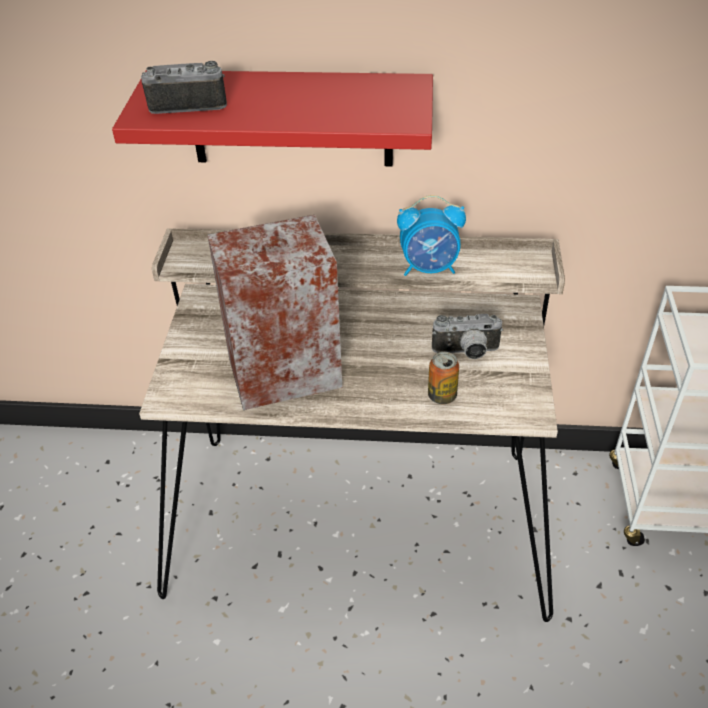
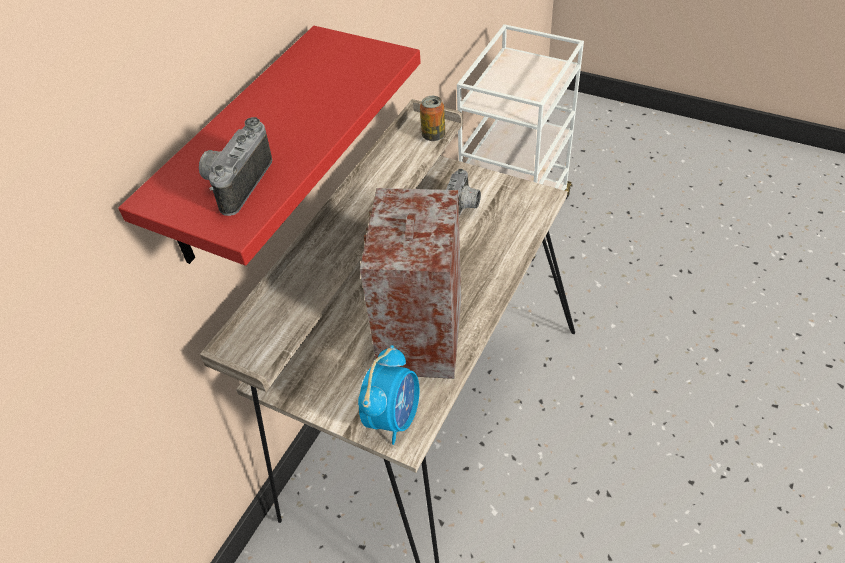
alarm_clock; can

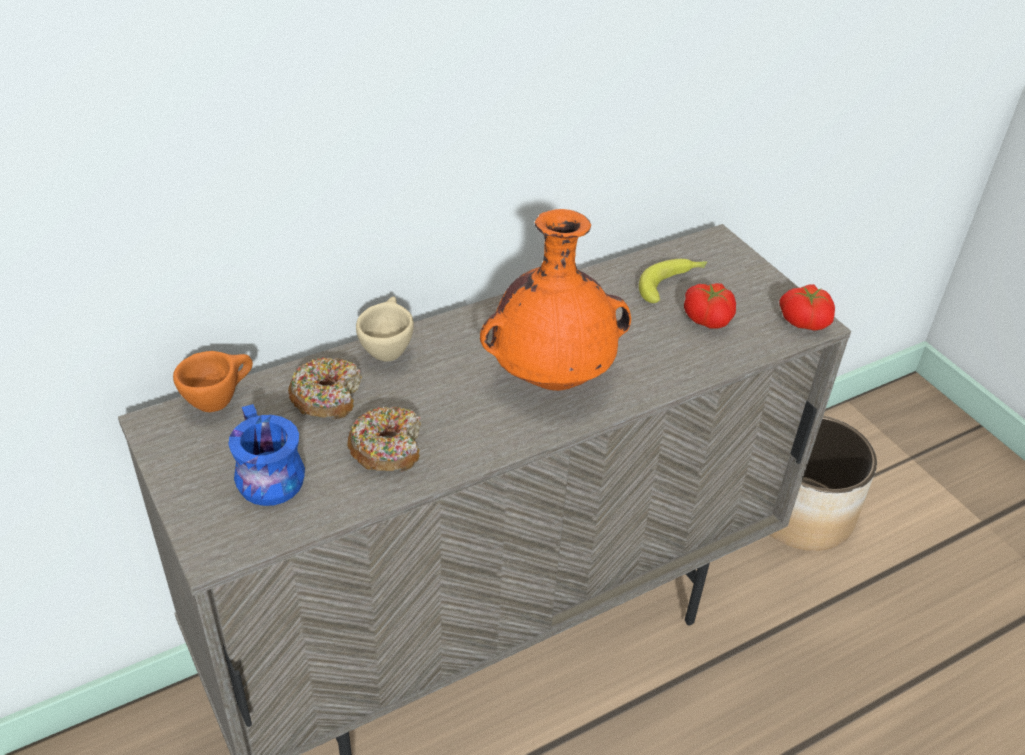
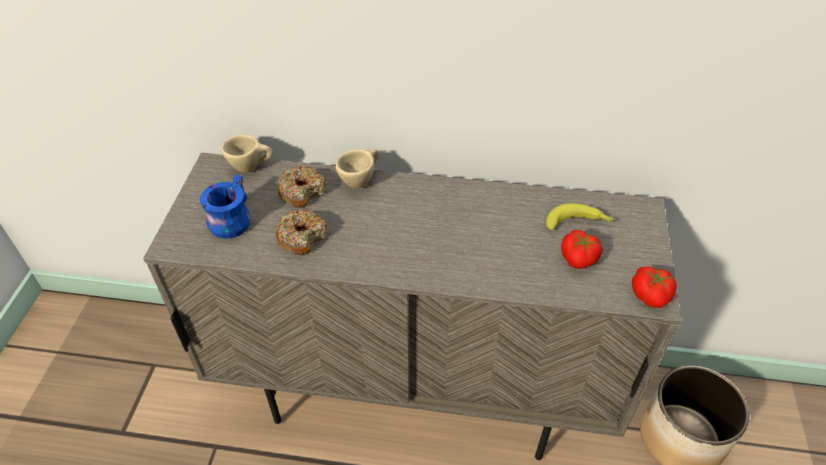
beige_cup (1st from left); orange_vase

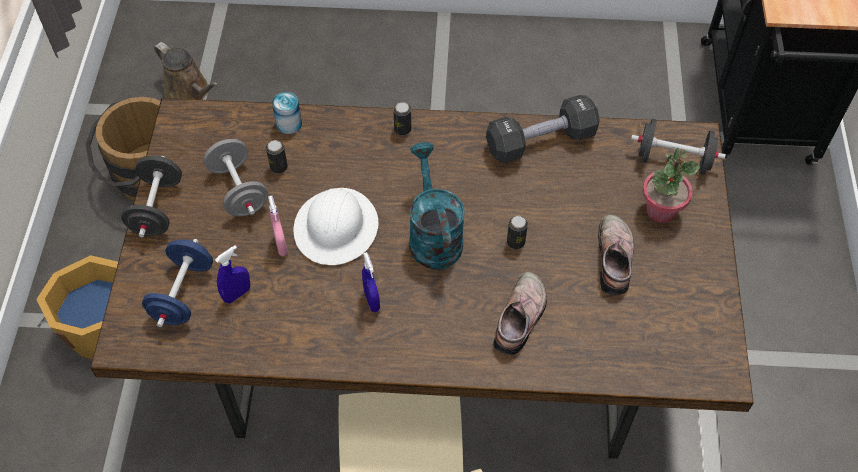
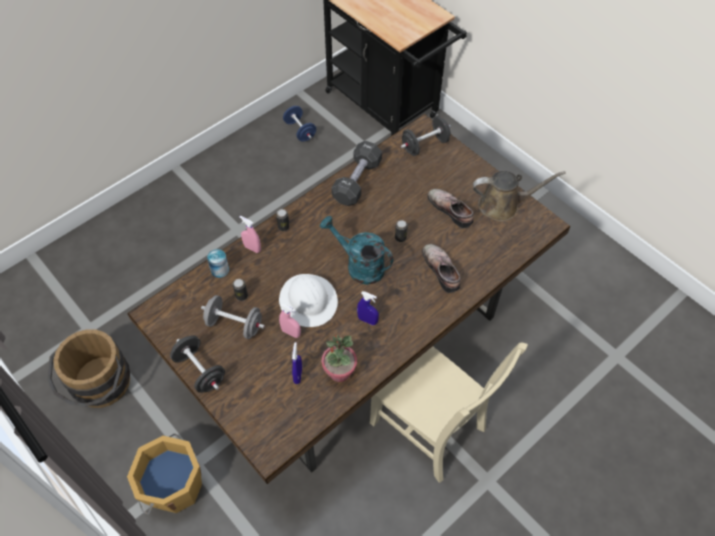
pink_spray_bottle (1st from left); blue_dumbbell; potted_plant; brown_watering_can

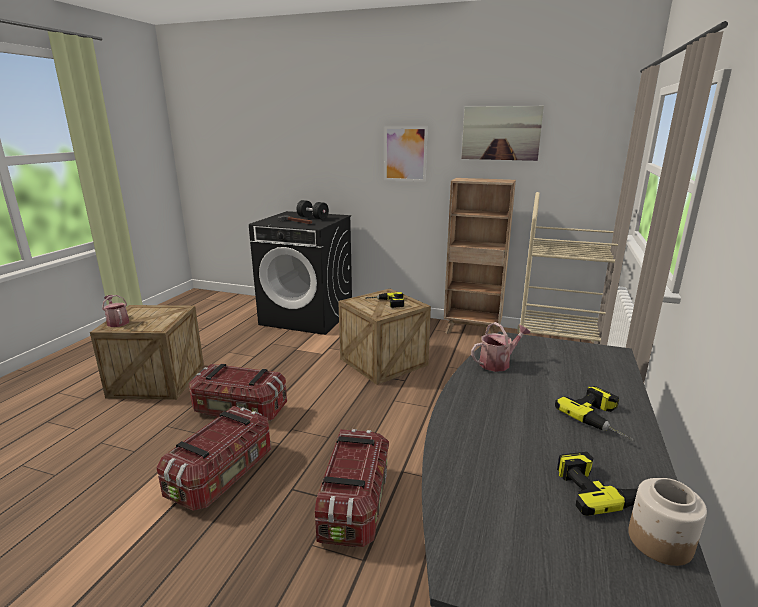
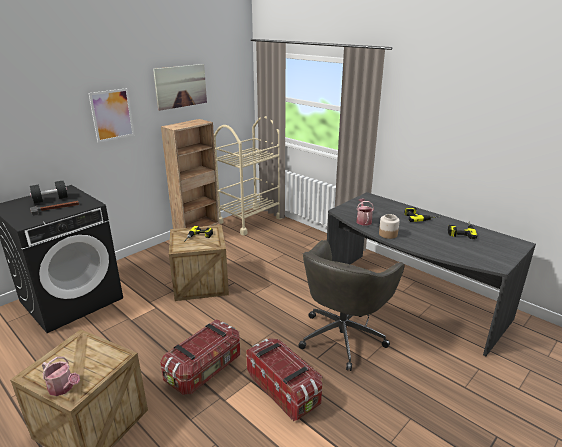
watering_can (1st from left); grey_office_chair; jar

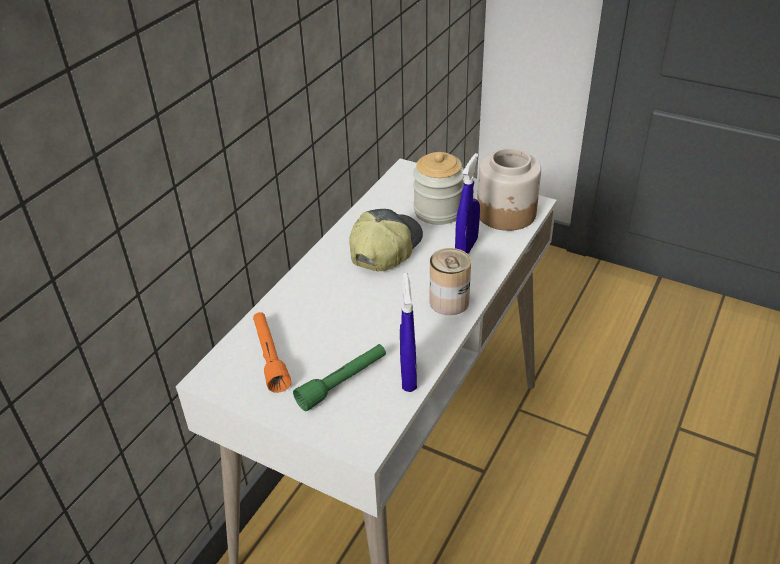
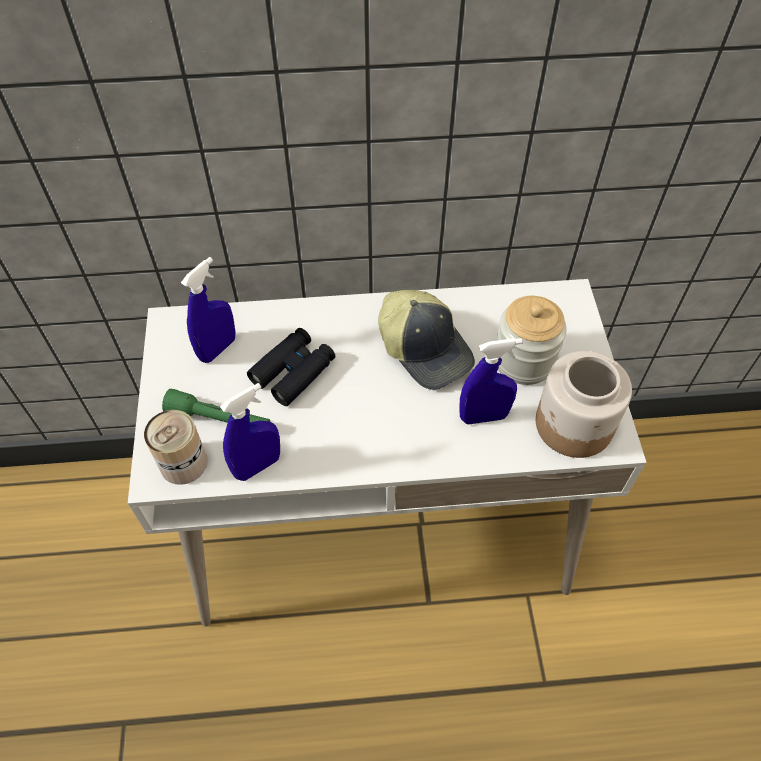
can; blue_spray_bottle (1st from left); black_binoculars; cap

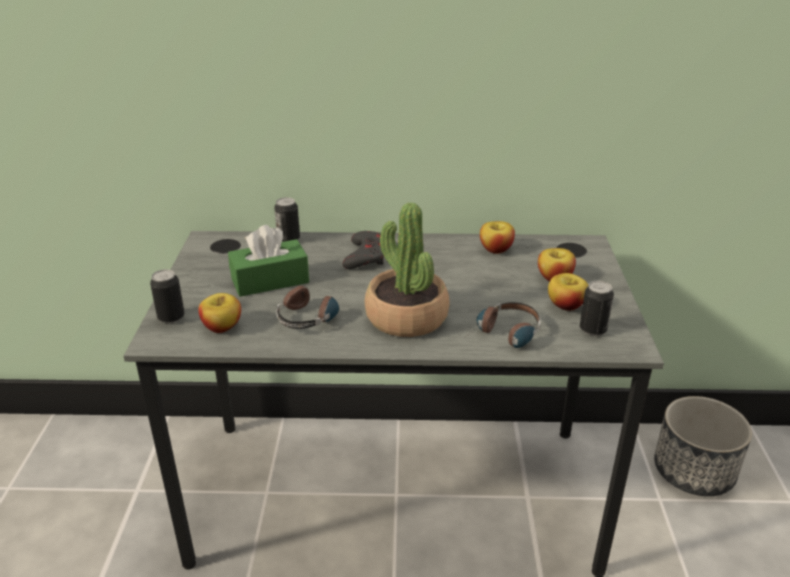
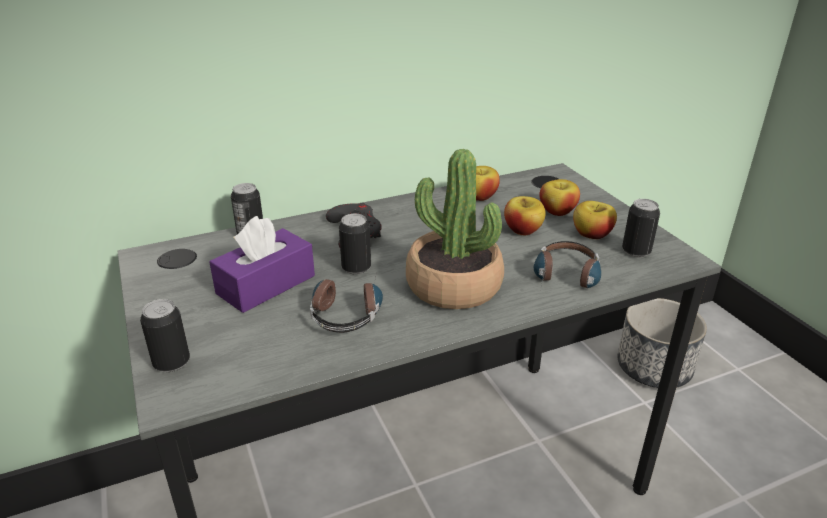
purple_tissue_box; can (3rd from left); apple (2nd from left)

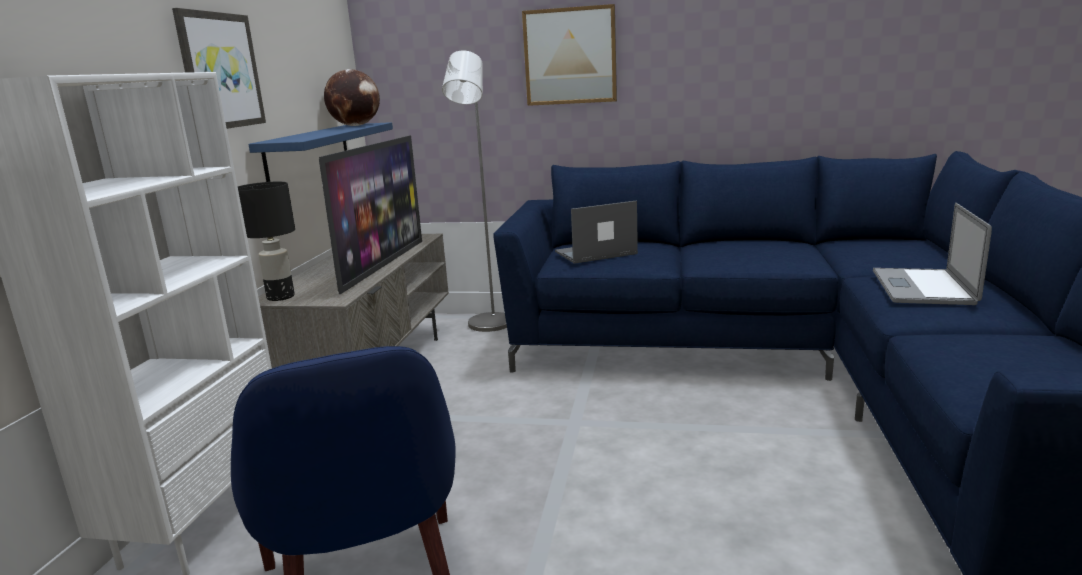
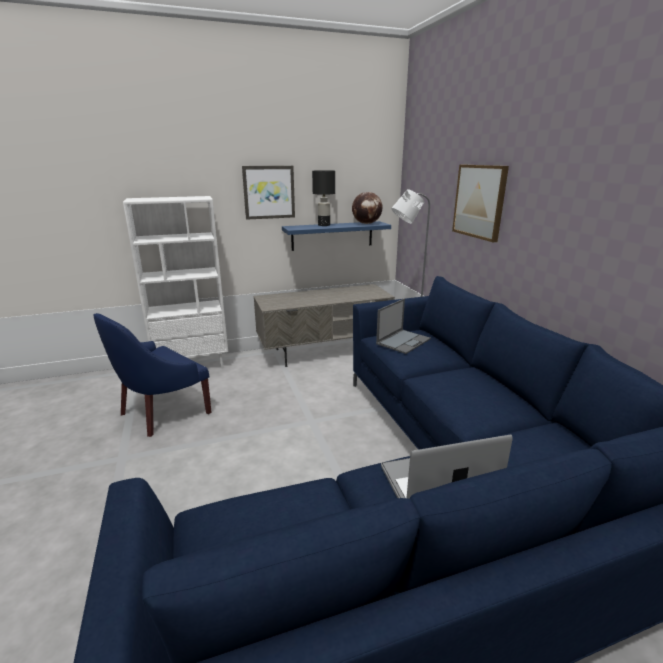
black_table_lamp; laptop (1st from left); television

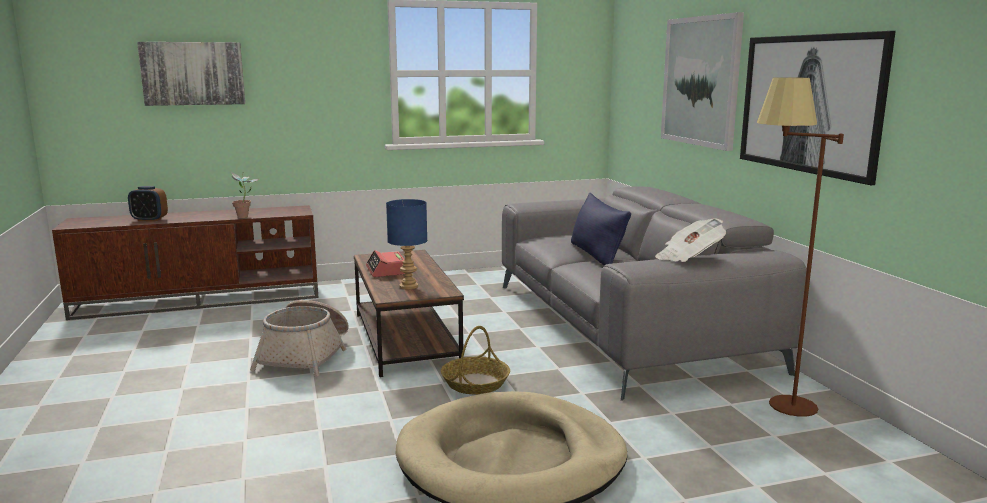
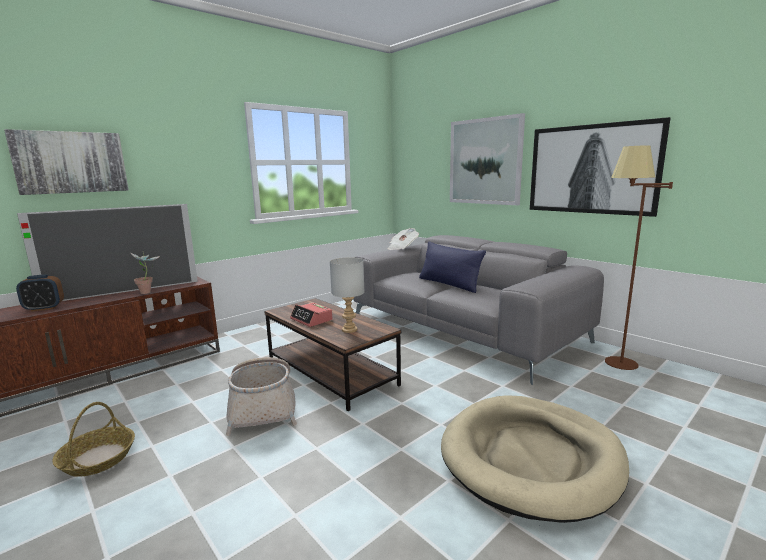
television; basket (1st from left); grey_table_lamp; newspaper

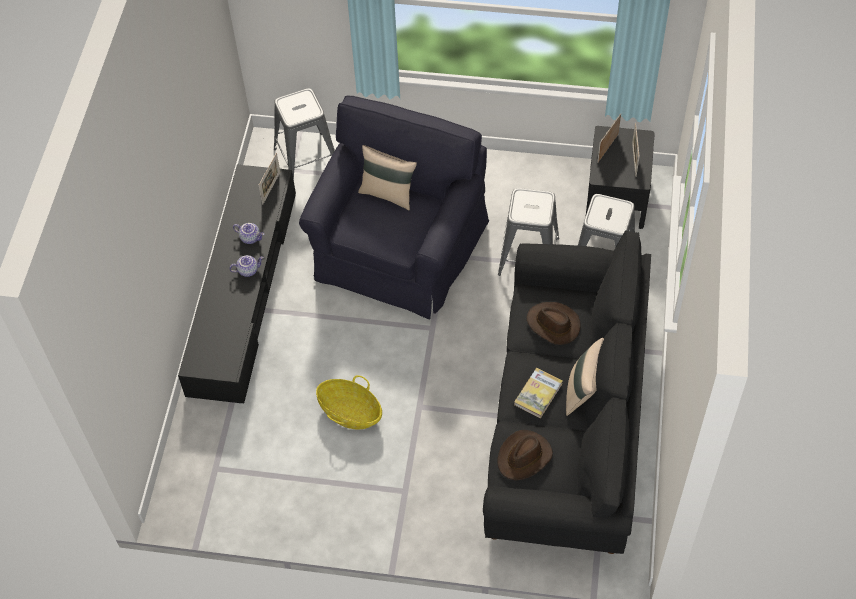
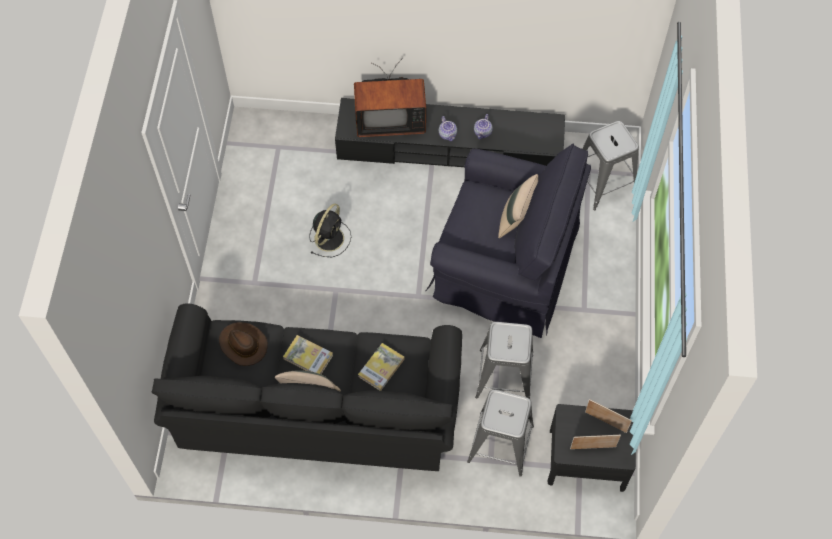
black_fan; television; book (2nd from left); picture_frame (1st from left in the first image)

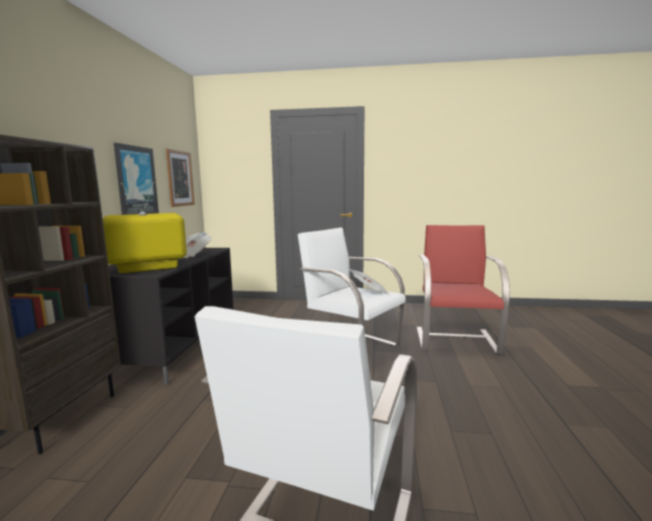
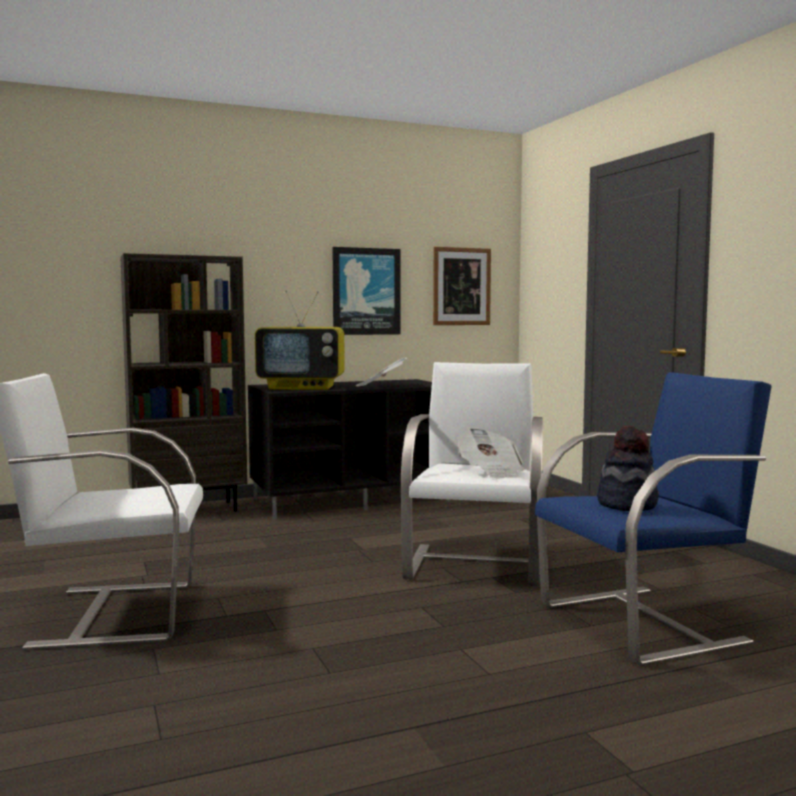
television; blue_armchair; hat

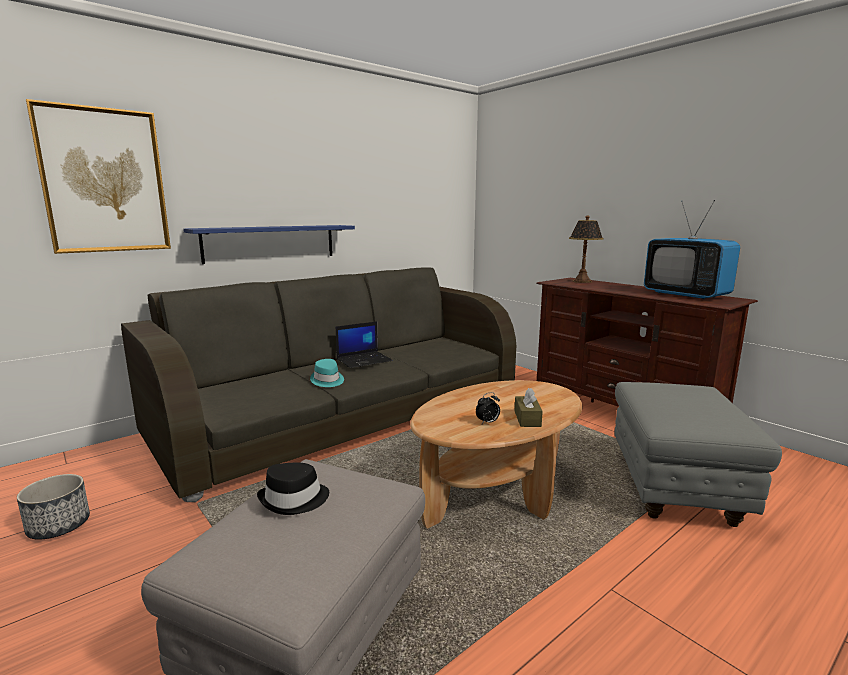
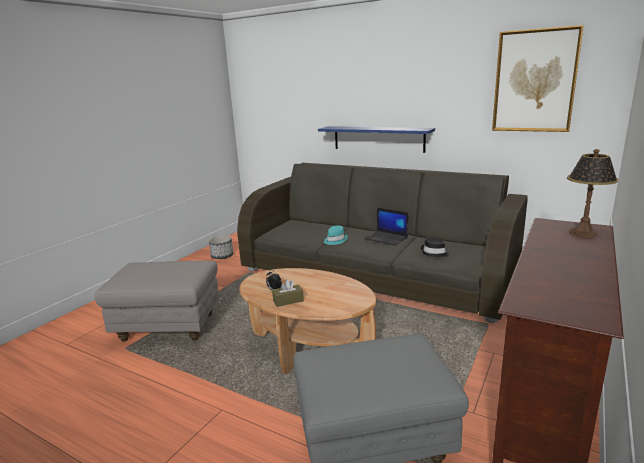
black_hat; picture; television

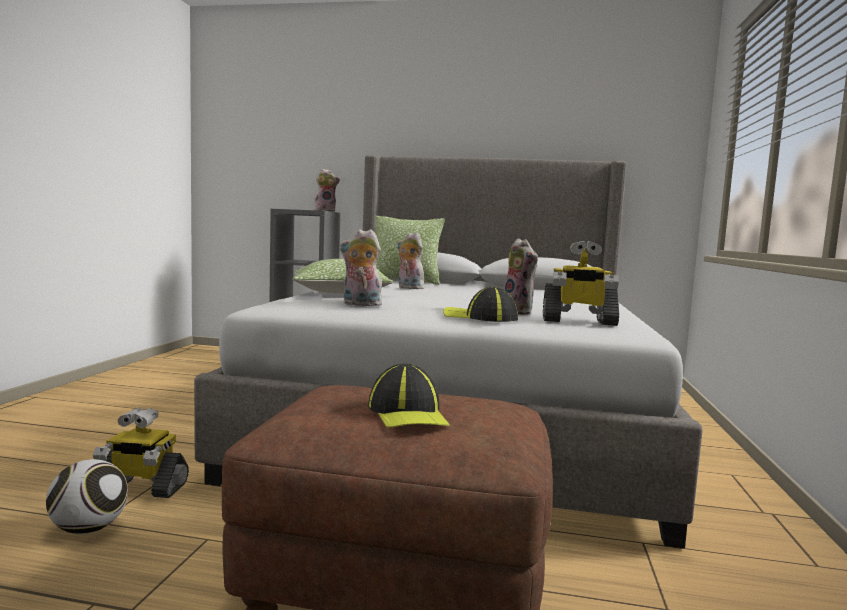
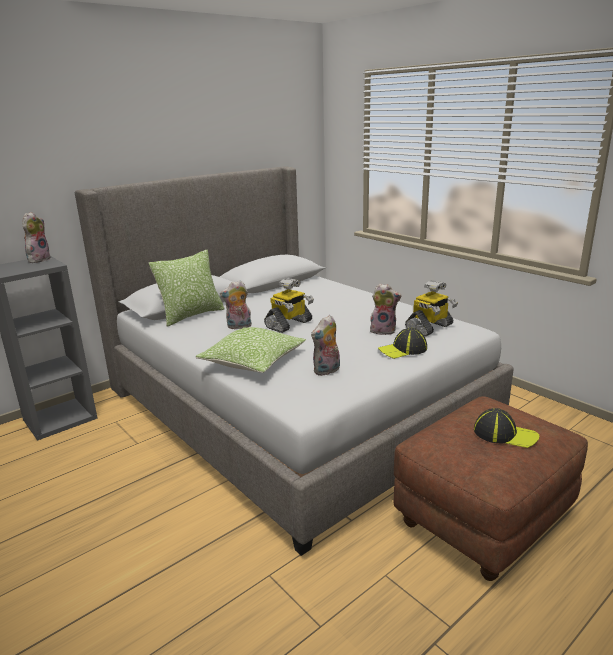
toy_robot (1st from left); football

